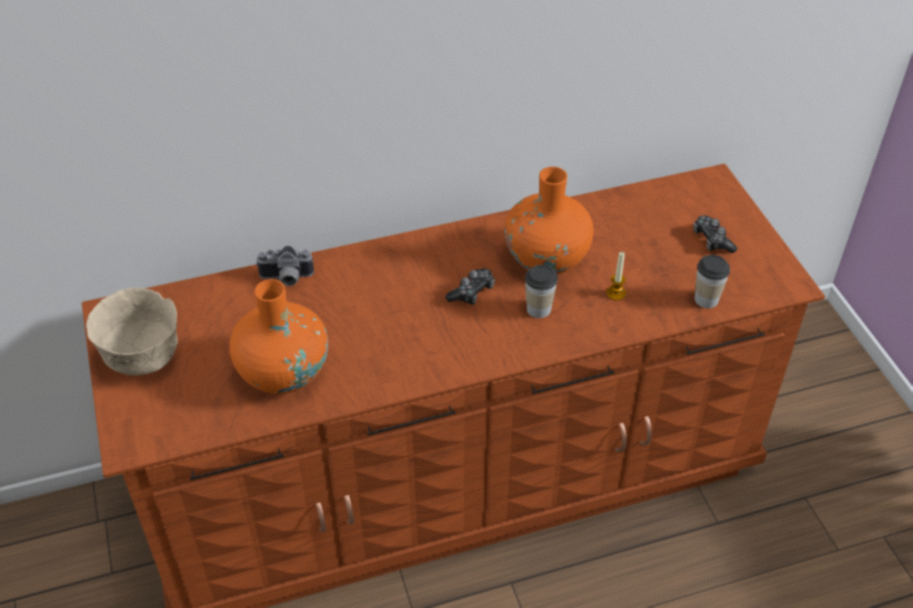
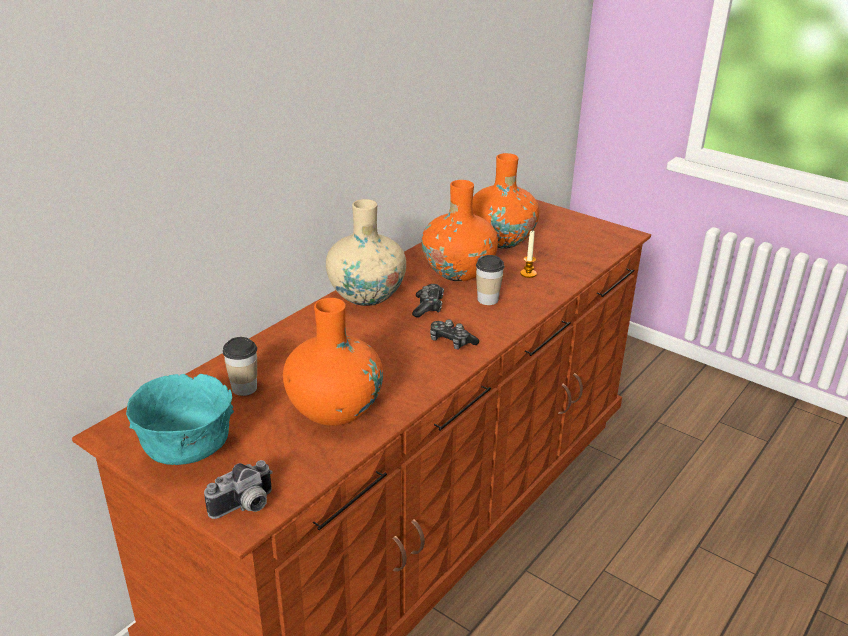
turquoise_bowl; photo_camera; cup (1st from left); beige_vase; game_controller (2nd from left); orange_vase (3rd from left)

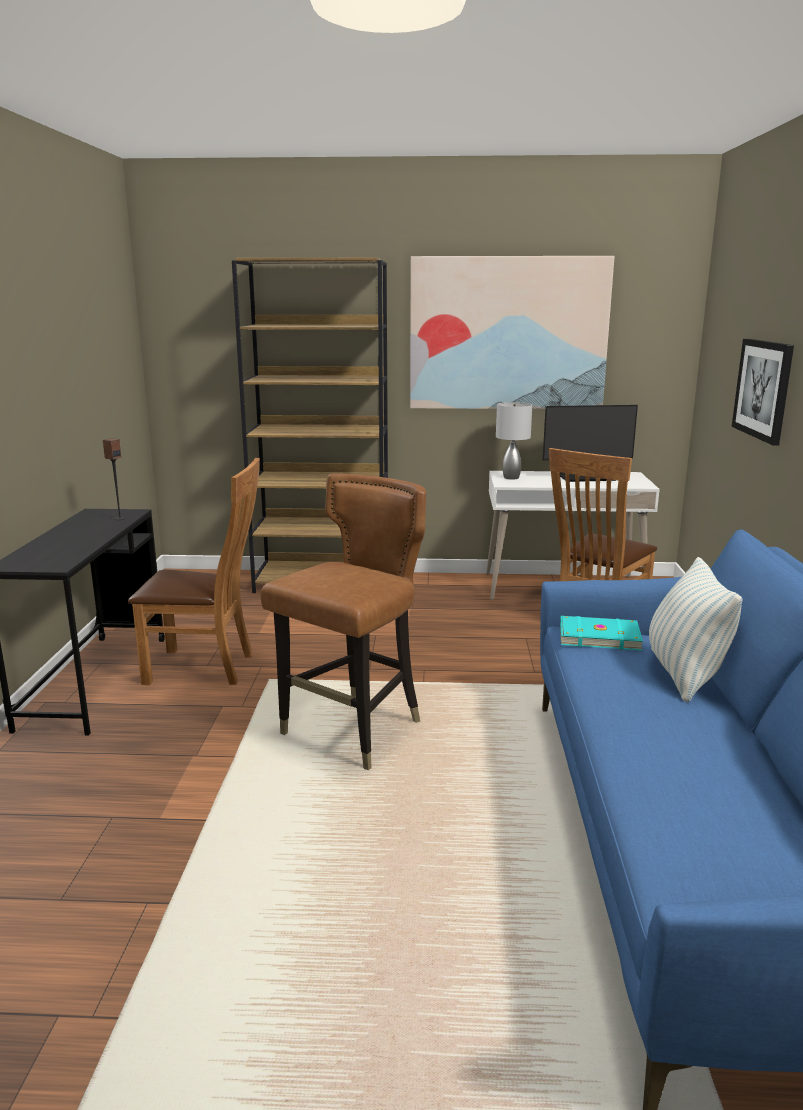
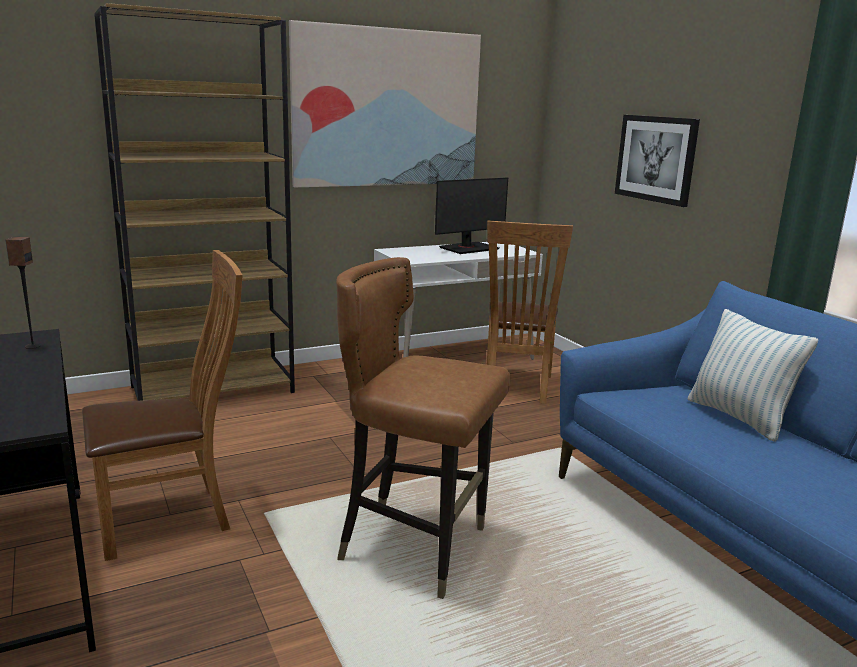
brown_chair (2nd from left); grey_table_lamp; turquoise_book

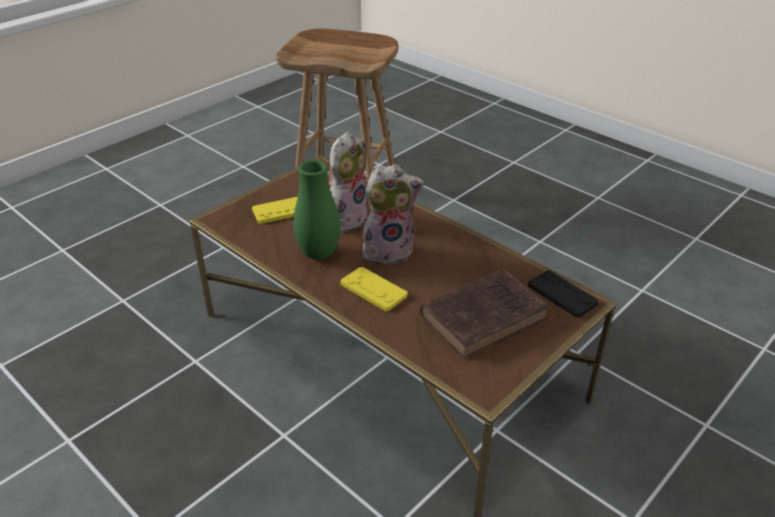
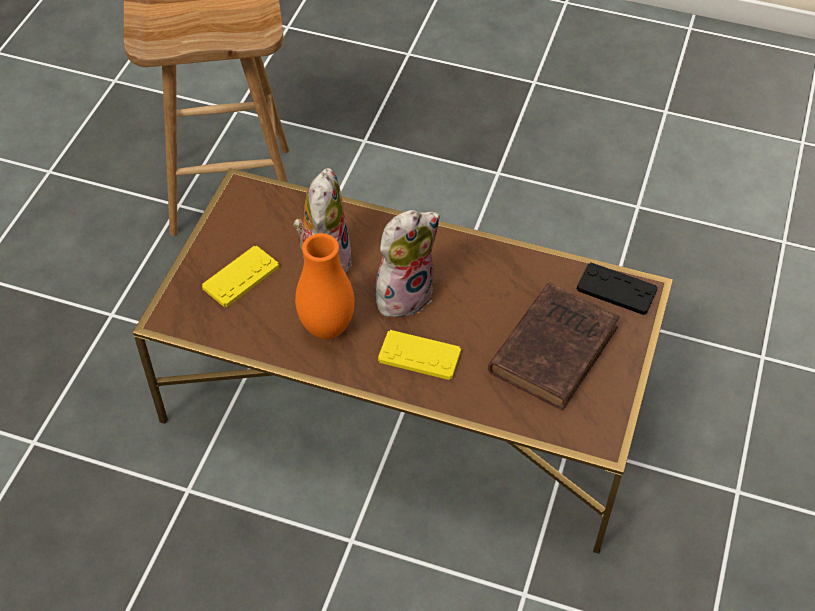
orange_vase

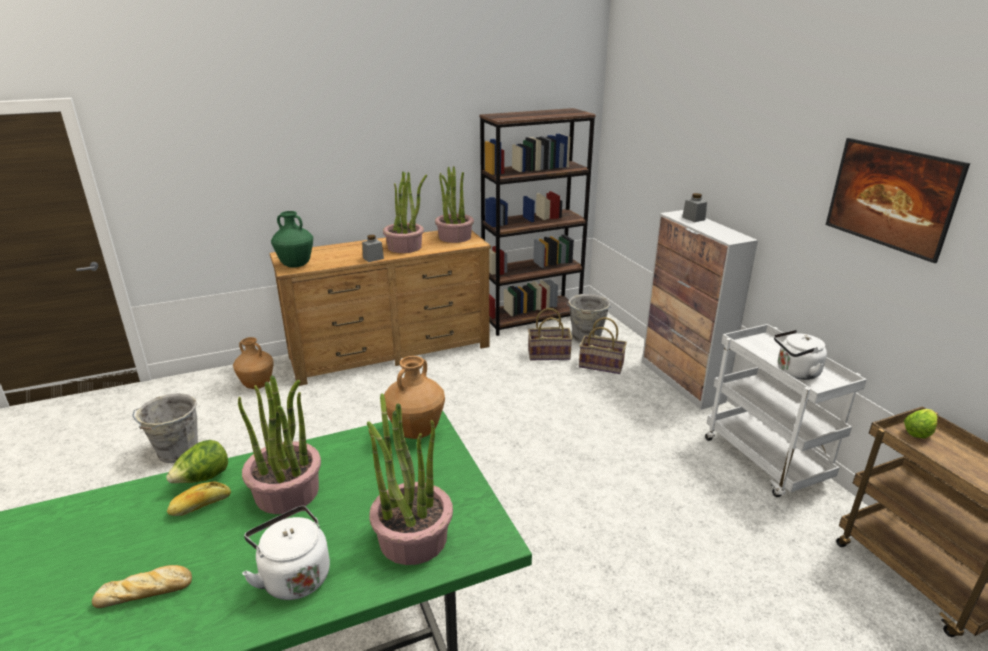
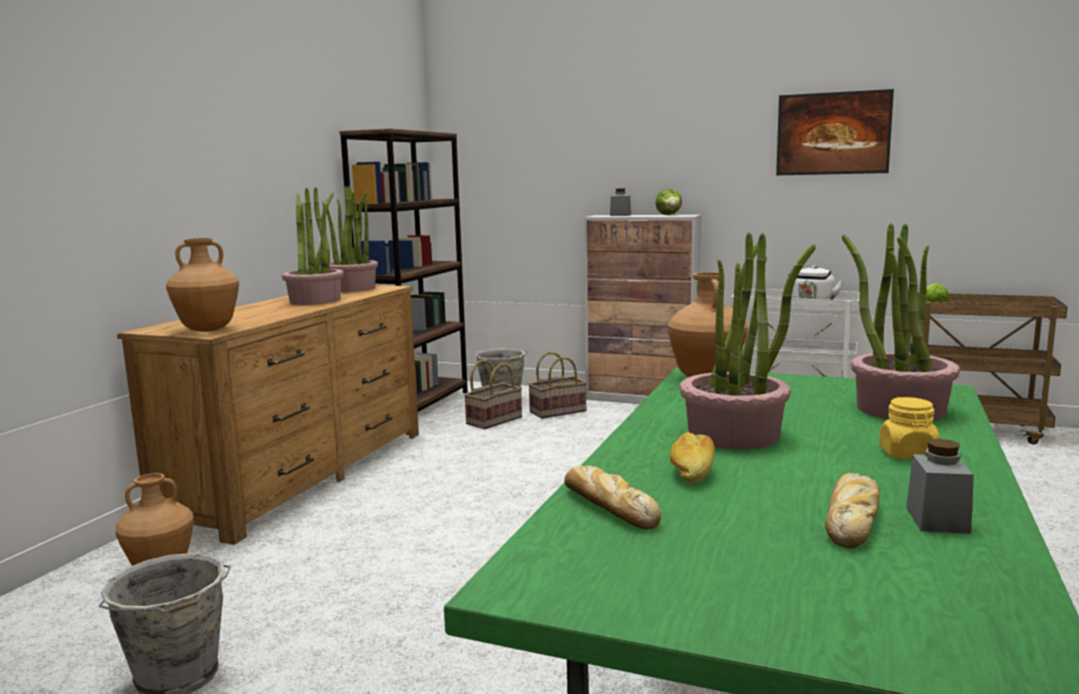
brown_vase (2nd from left); bread (1st from left); lettuce (1st from left); yellow_jar; grey_jar (2nd from left)

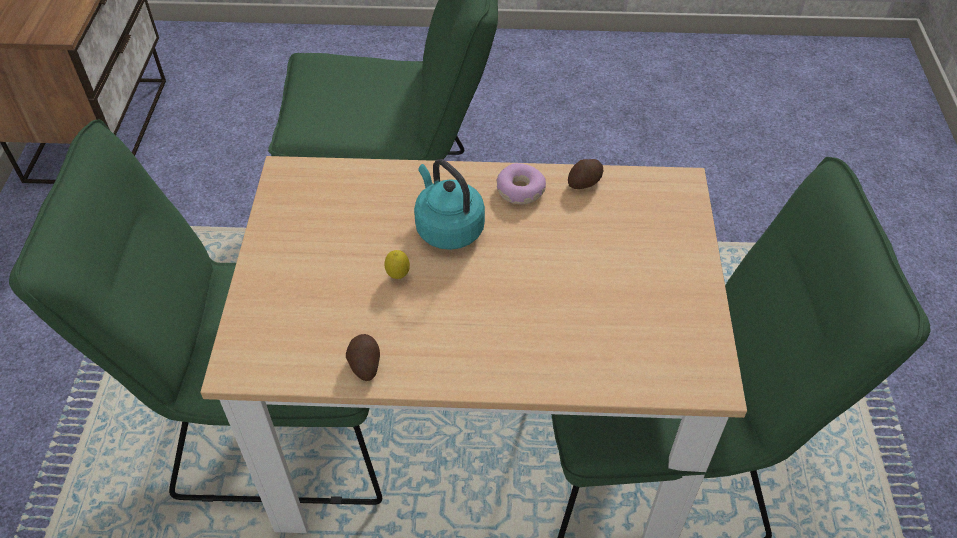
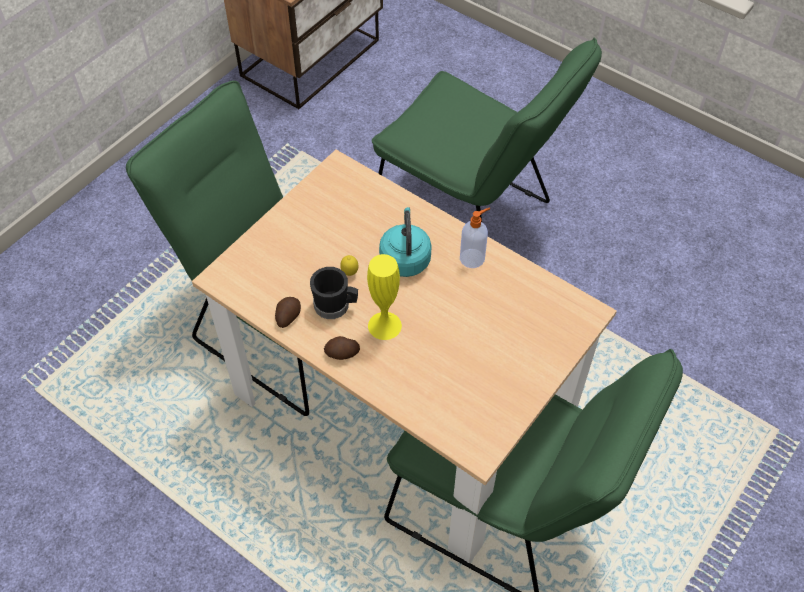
black_mug; potato (2nd from left); yellow_vase; soap_dispenser

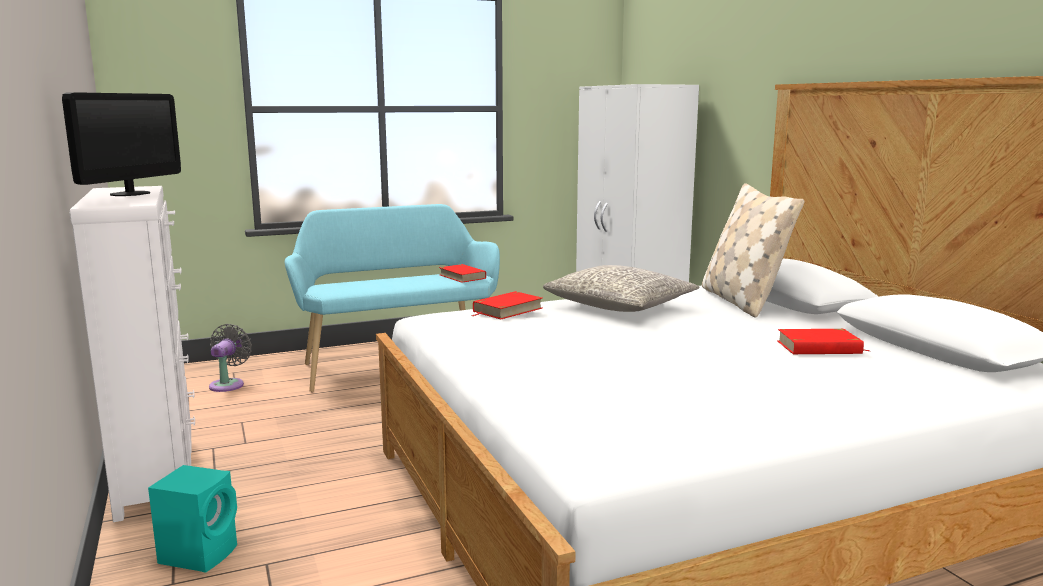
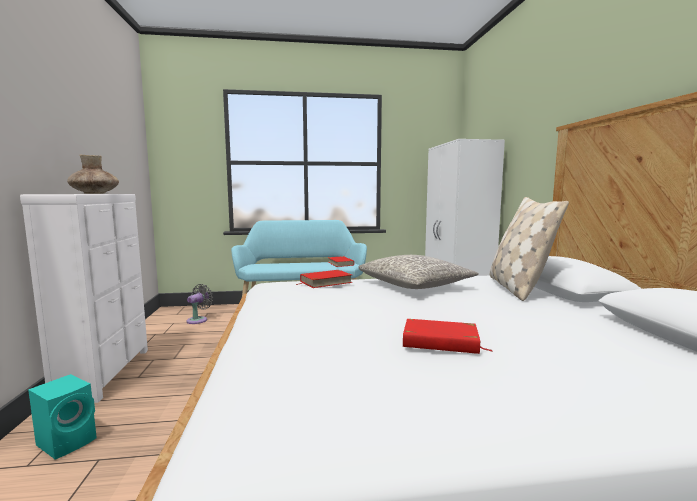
brown_vase; red_book (3rd from left)

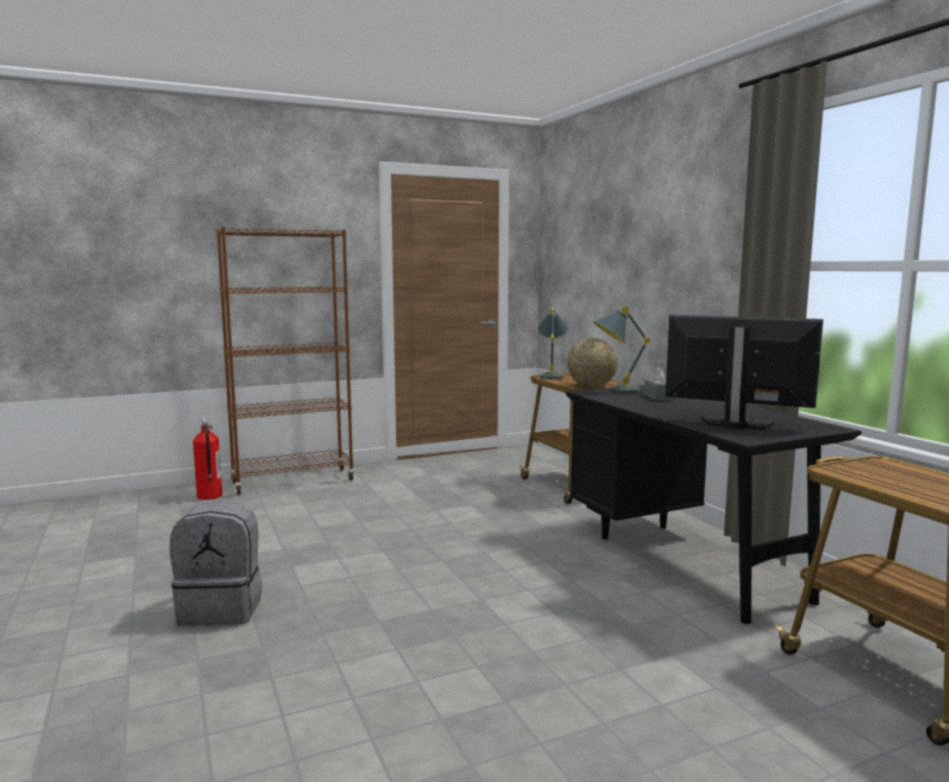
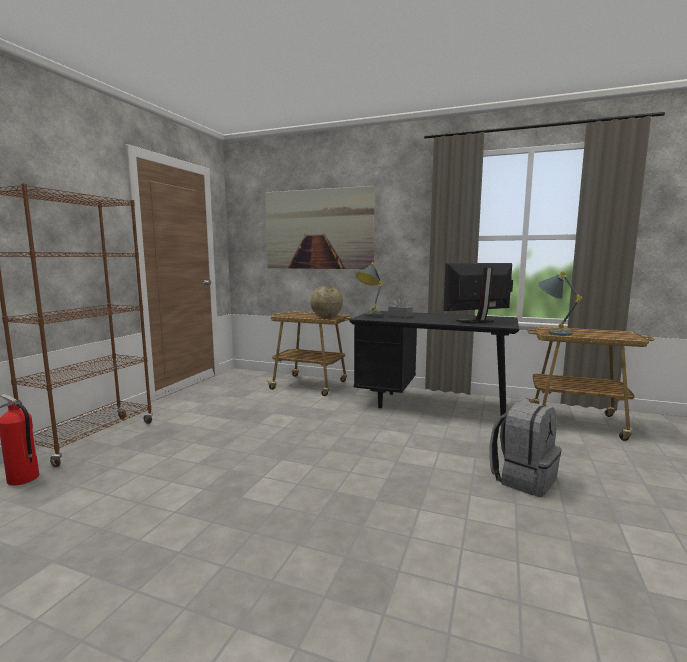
picture; grey_backpack; grey_table_lamp (2nd from left)

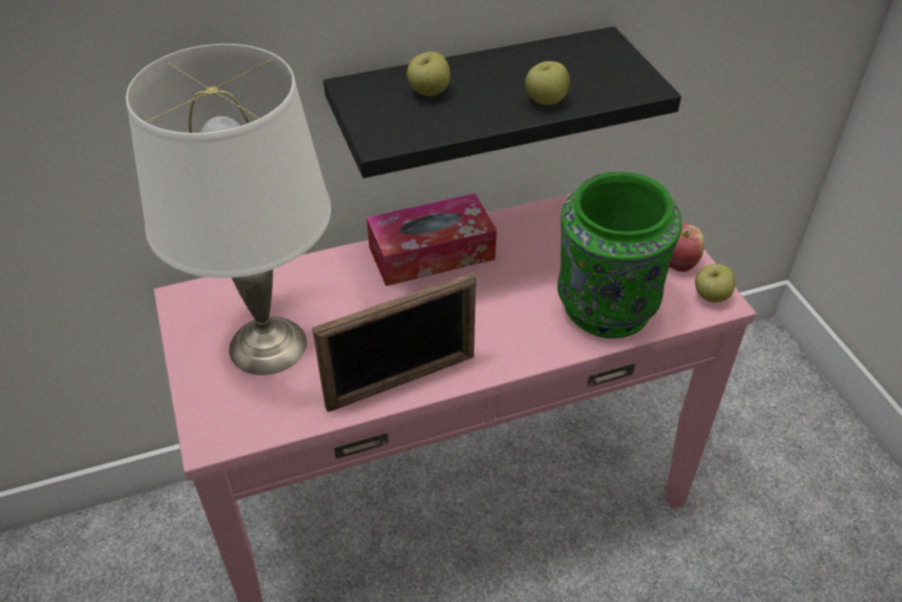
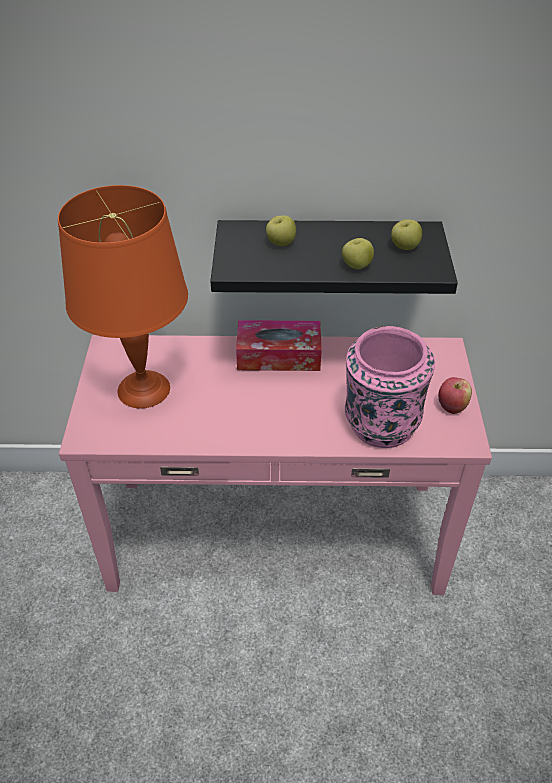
orange_table_lamp; pink_vase; apple (3rd from left); picture_frame

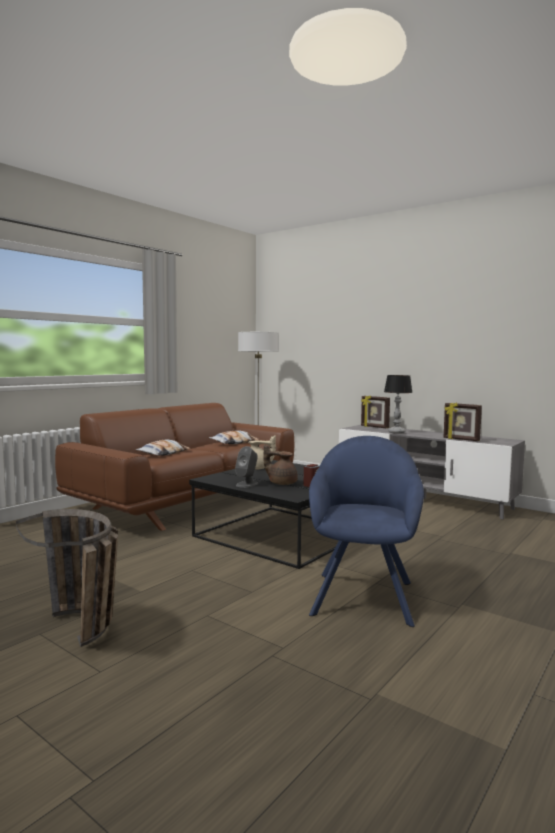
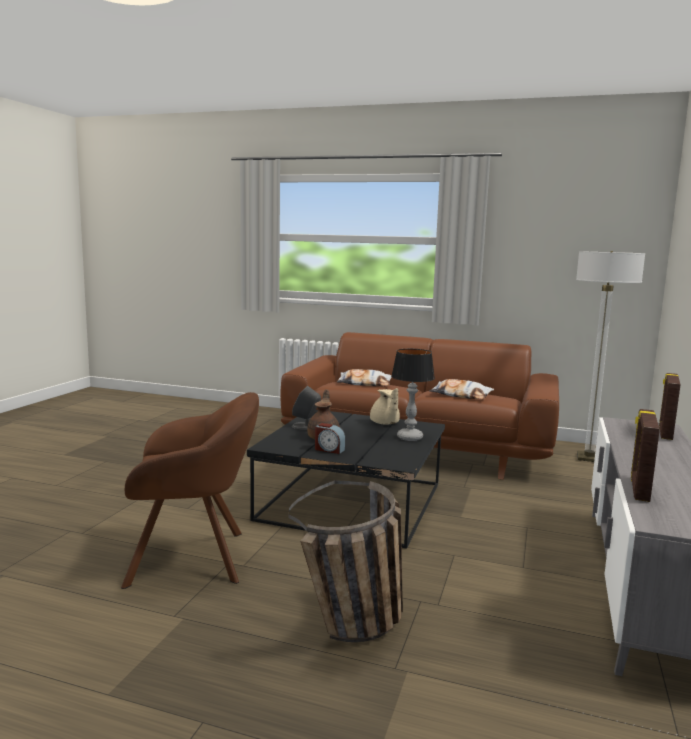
brown_armchair; basket; table_lamp

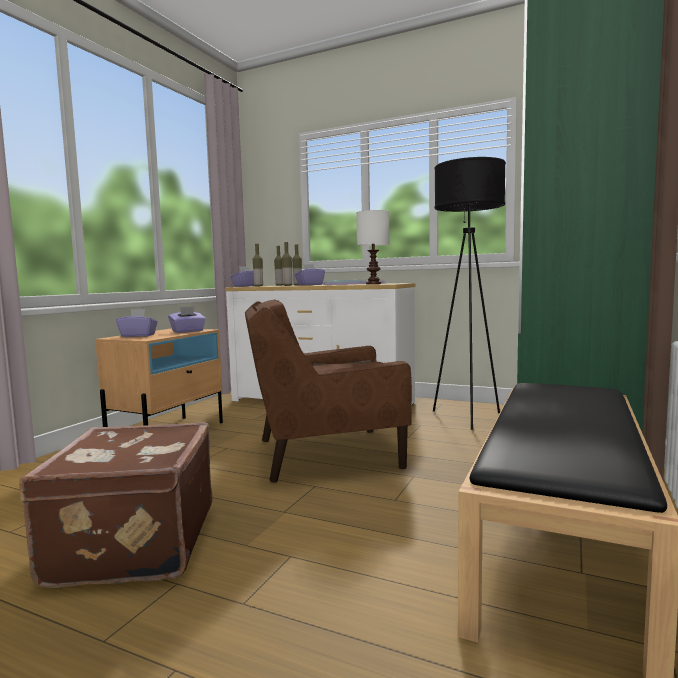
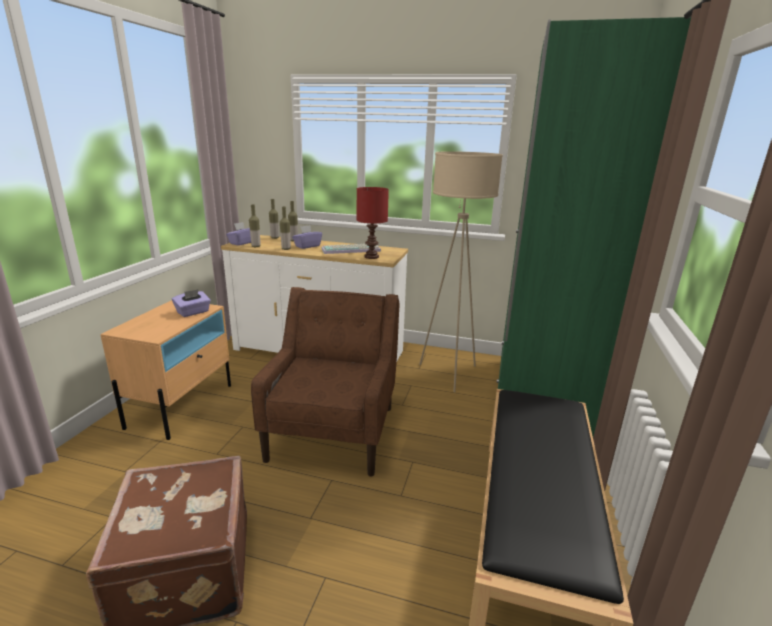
brown_armchair; red_table_lamp; beige_floor_lamp; purple_tissue_box (1st from left in the first image)

